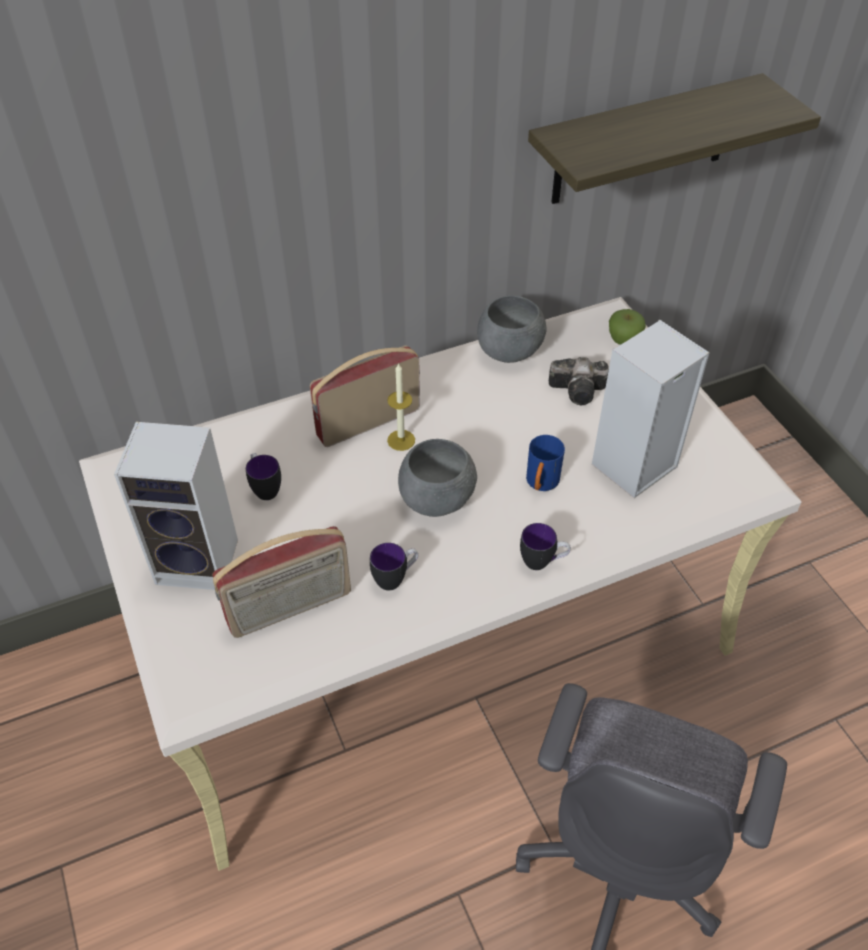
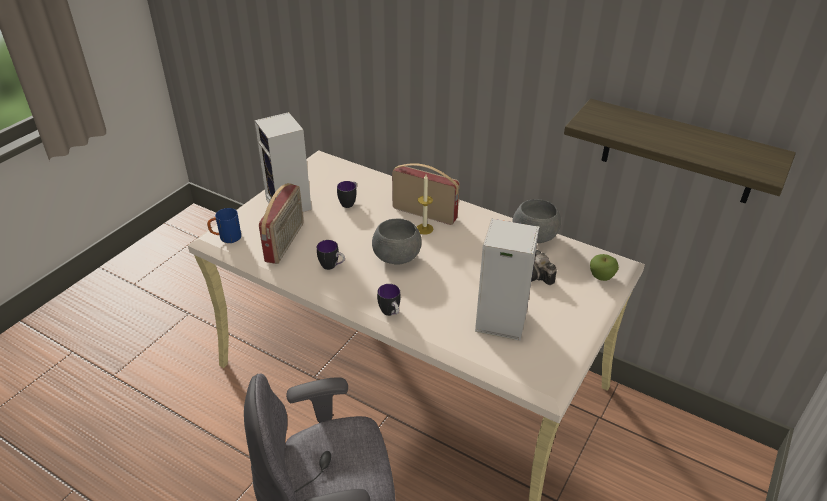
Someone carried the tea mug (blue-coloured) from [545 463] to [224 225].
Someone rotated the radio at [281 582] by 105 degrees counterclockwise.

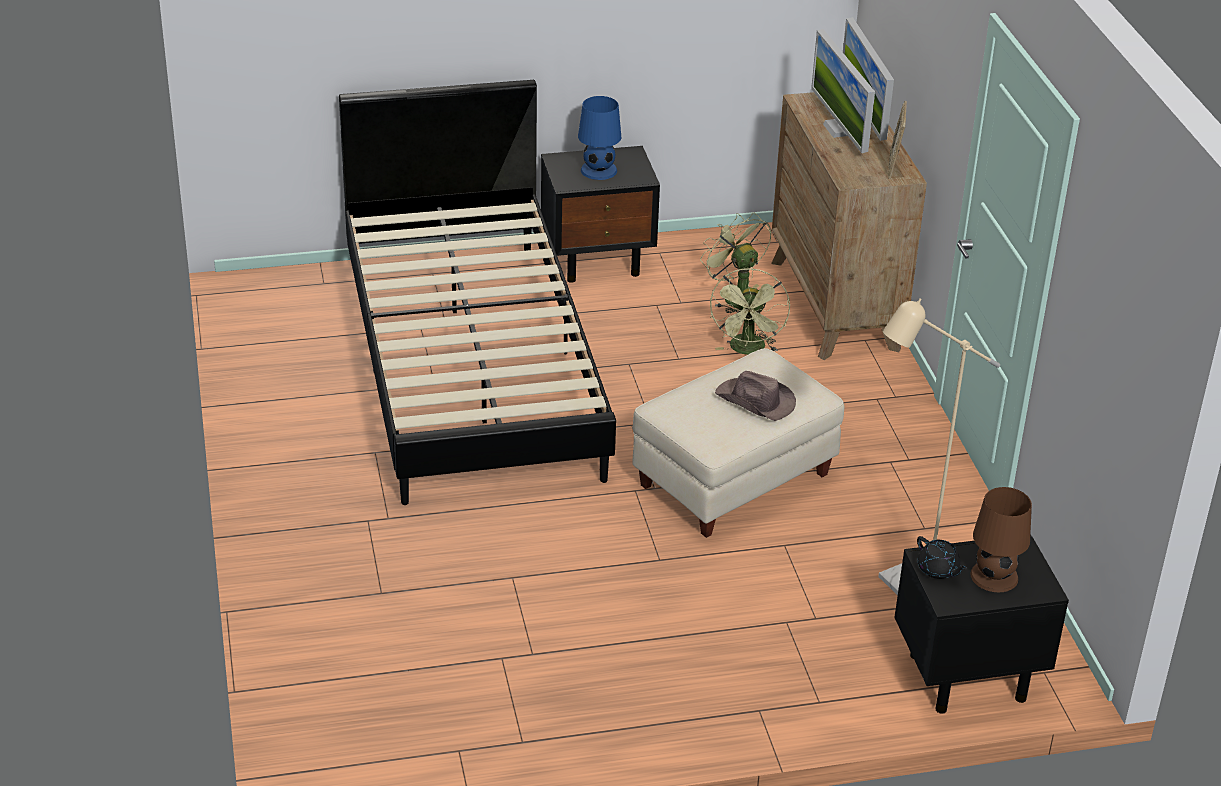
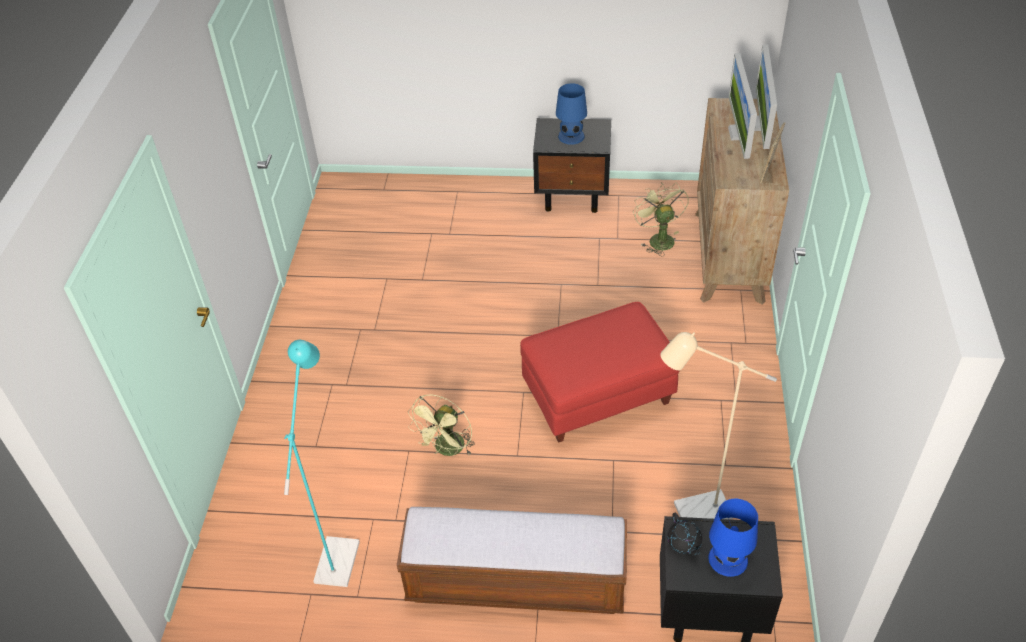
Someone took away the bed (blackish) at [477 292].
Someone took away the clothing hat (brown-coloured) at [755 396].
Someone put down the standing lamp (turquoise) at [322 463].
Someone put down the long seat at [512 560].
Someone carried the electric fan (greenish) from [750 311] to [441 425].
Someone repainted the pouffe (beige-coloured) at [738 443], which became the pouffe (reddish) at [600 372].
Someone repainted the tabletop lamp (brown-coloured) at [1001 539], which became the tabletop lamp (blue-coloured) at [733 538].

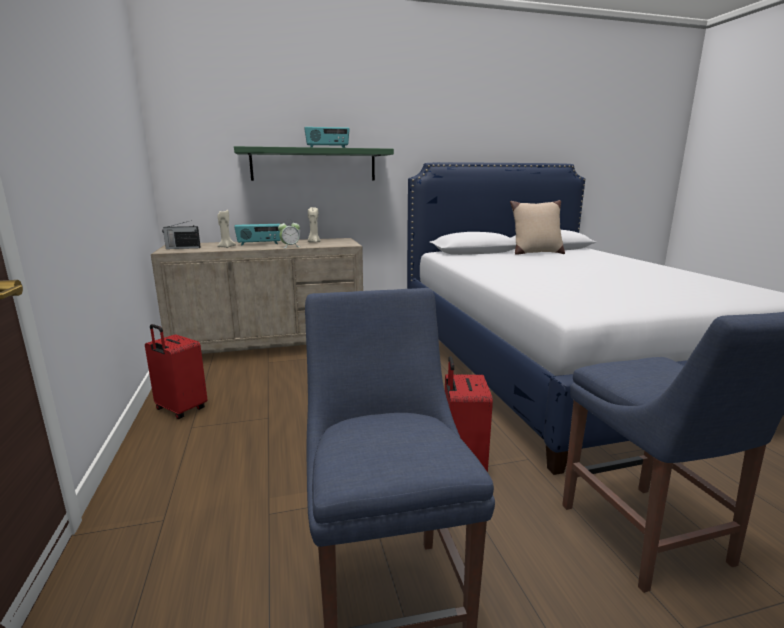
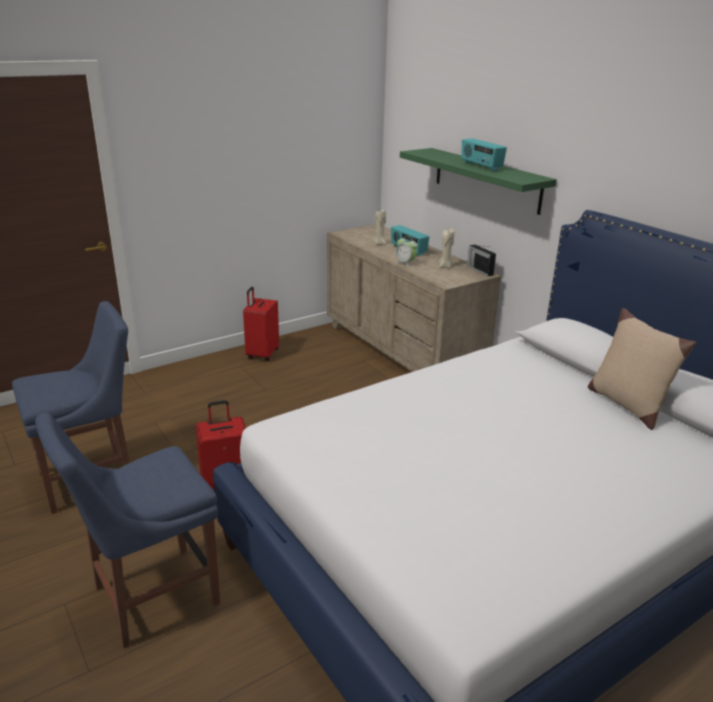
Someone carried the radio from [181 234] to [481 260].

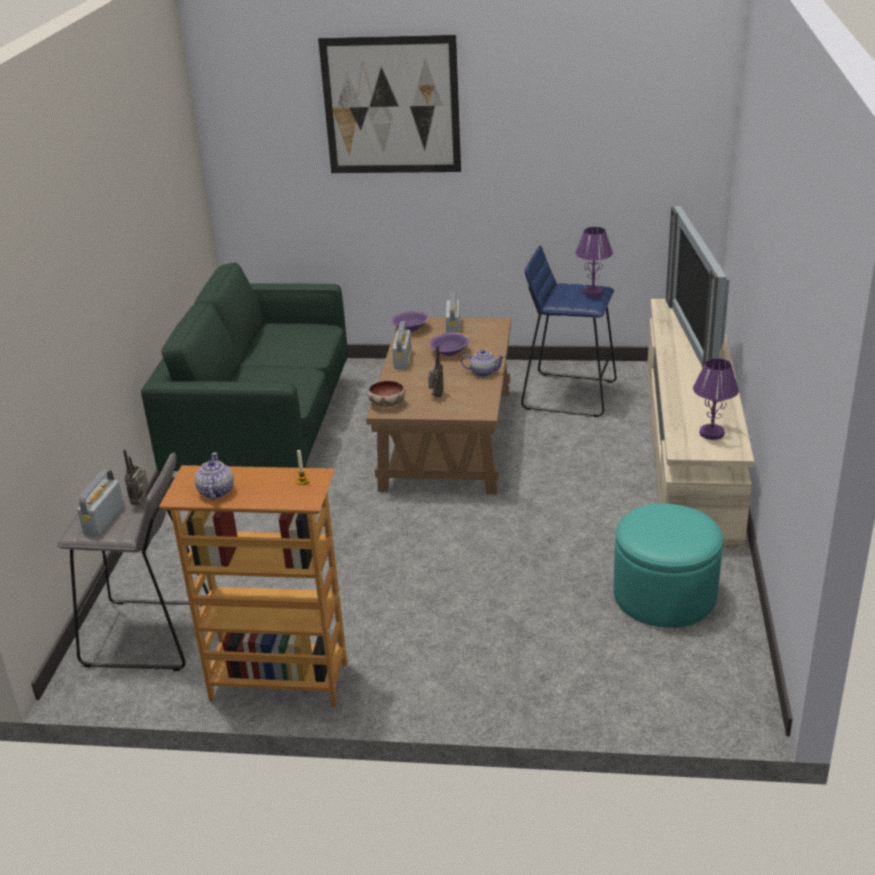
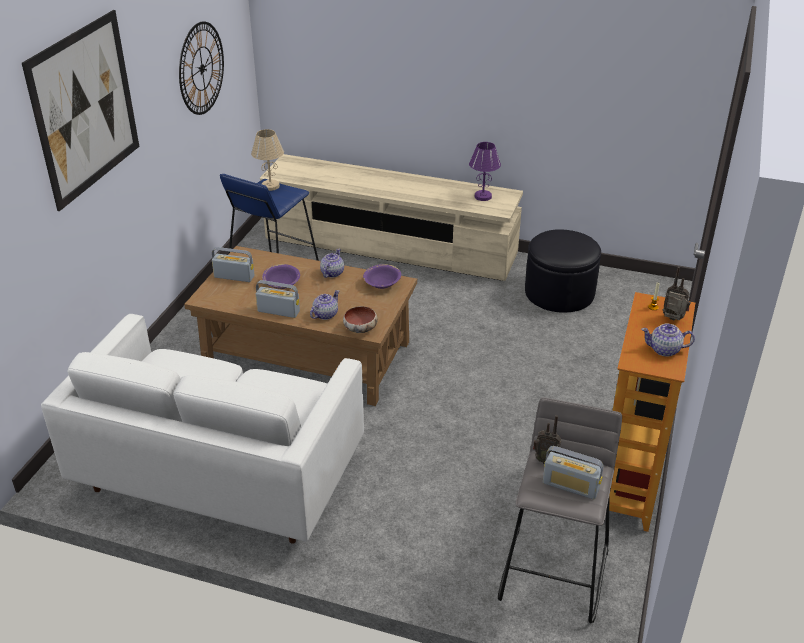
Someone took away the TV at [697 287].
Someone put up the clock on the wall at [201 68].
Someone put down the tea pot at [324 305].
Someone carried the deep dish (purplish) from [411 321] to [382 276].
Someone carried the radio from [436 371] to [677 294].
Someone repainted the couch (greenish) at [244 366], which became the couch (white) at [202 429].
Someone repainted the tabletop lamp (purplish) at [594 262], which became the tabletop lamp (beige-coloured) at [267 160].
Someone repainted the pouffe (turquoise) at [668 565], which became the pouffe (blackish) at [563 271].

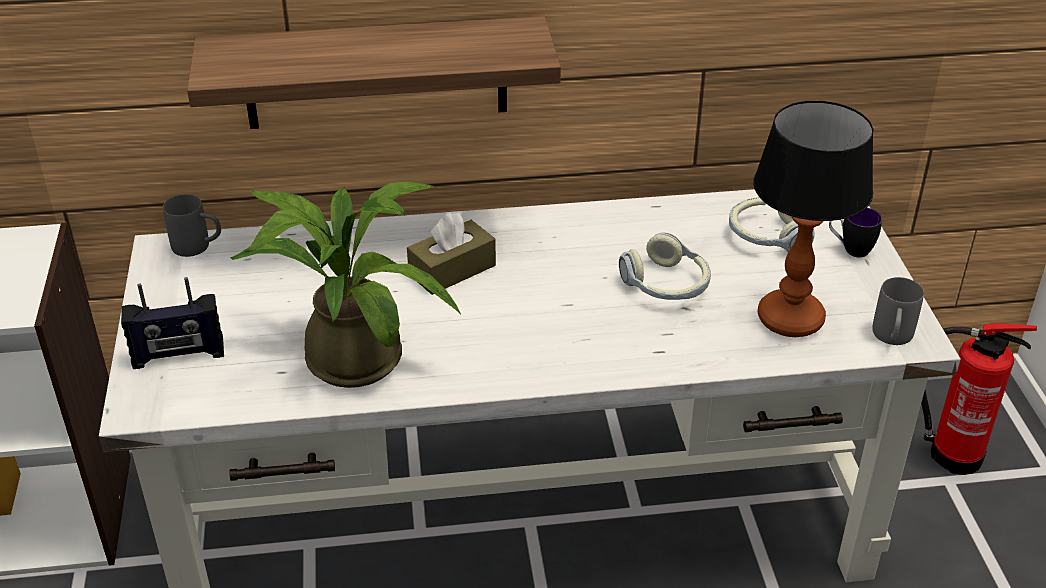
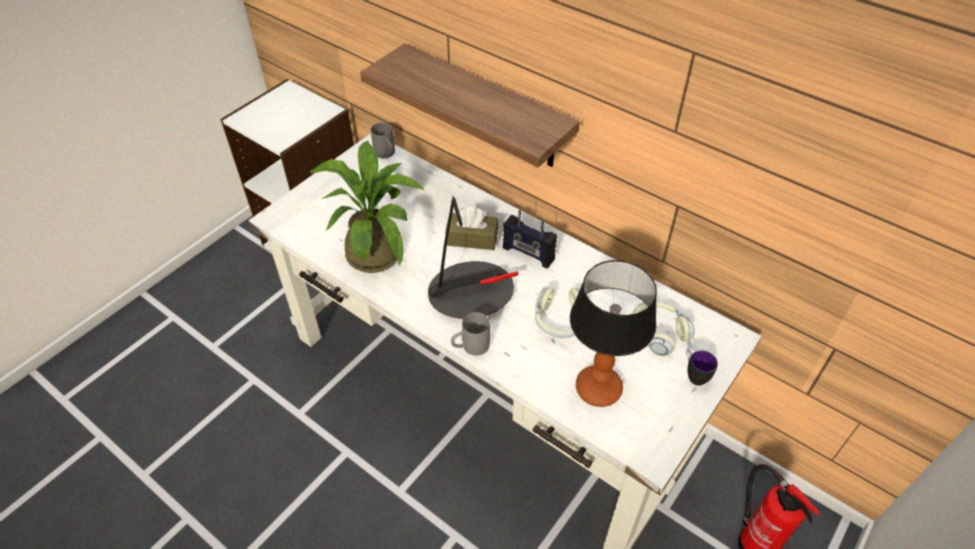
Someone put down the tabletop lamp at [473 257].
Someone carried the radio from [172 323] to [530 239].
Someone carried the tea mug (greyish) from [898 311] to [470 334].

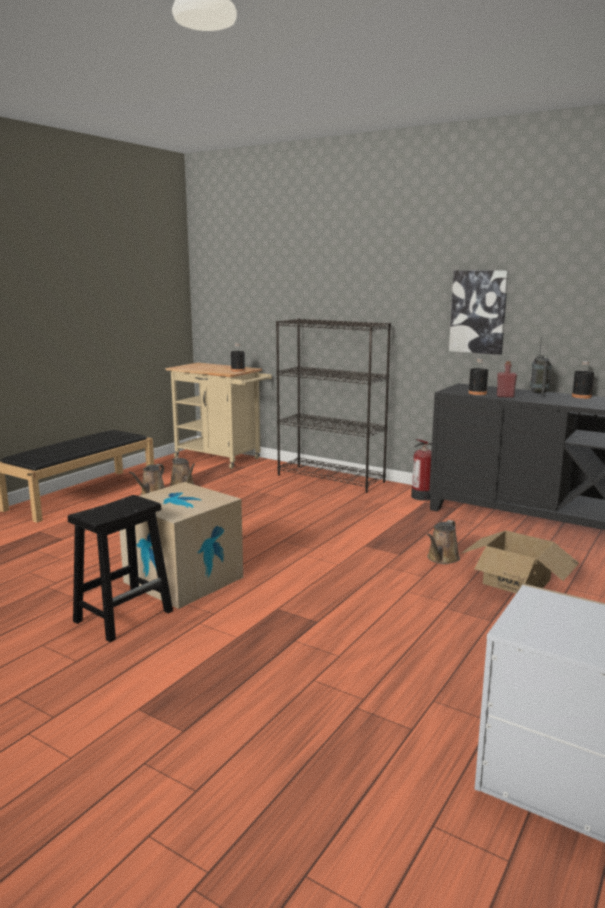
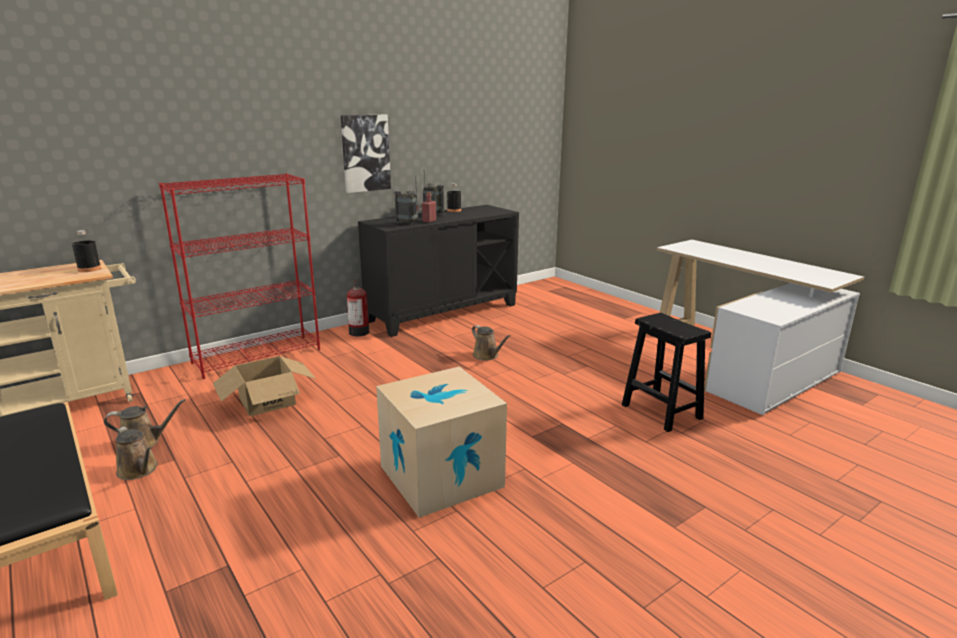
Someone carried the sitting stool (blackish) from [120 568] to [666 372].
Someone carried the cardboard box from [520 562] to [264 386].
Someone swapped the drink bottle (blackish) at [478 377] for the radio at [406 200].
Someone repainted the bookcase (blackish) at [333 406], which became the bookcase (reddish) at [239 276].

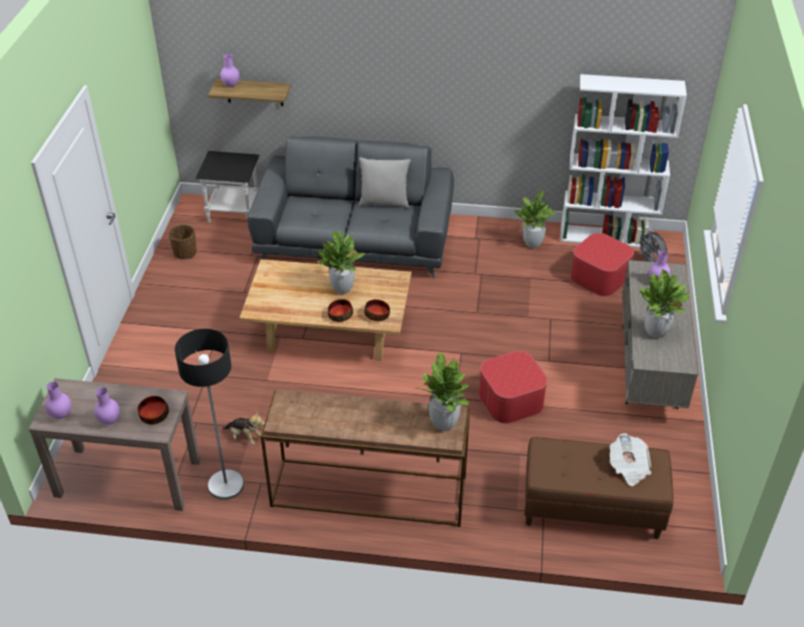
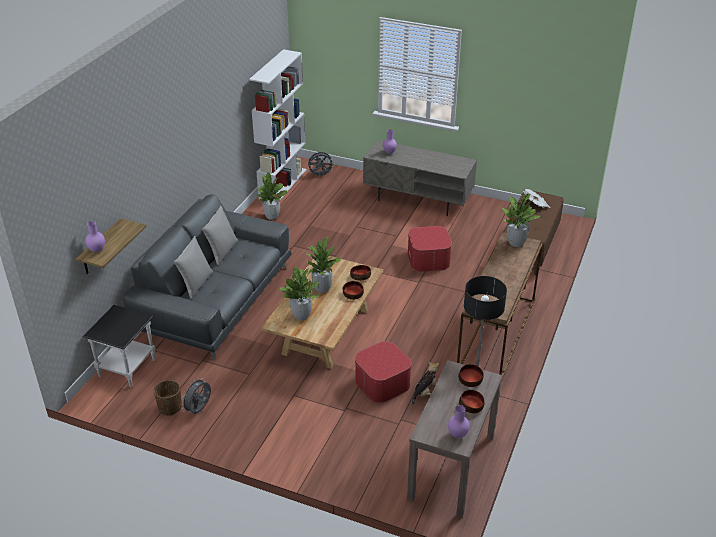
Someone put down the throw pillow (greyish) at [193 267].
Someone put down the electric fan (greyish) at [196 395].
Someone carried the pouffe from [602 264] to [383 372].
Someone carried the plant in a pot from [666 303] to [299 293].
Someone swapped the flower vase (purplish) at [107 406] for the deep dish at [471 401].

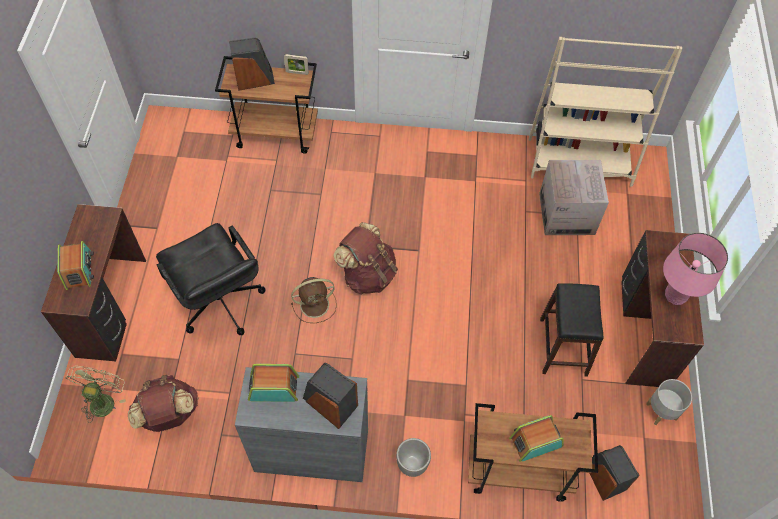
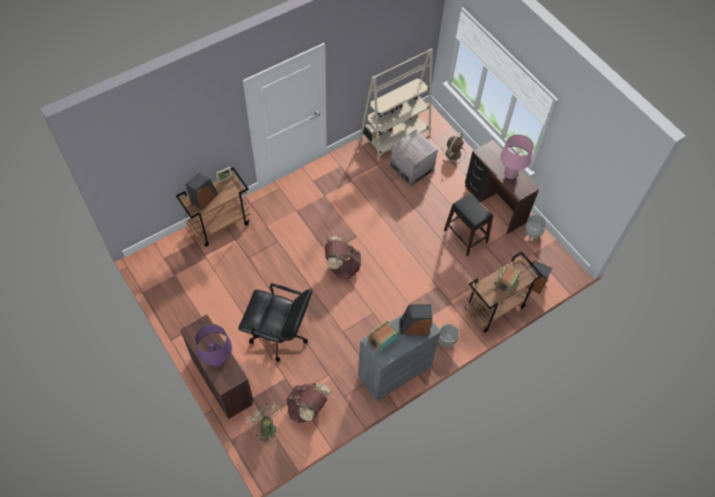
Someone carried the electric fan (brown-coloured) from [314 300] to [454 148].
Someone swapped the radio at [75 266] for the tabletop lamp (purplish) at [213 345].

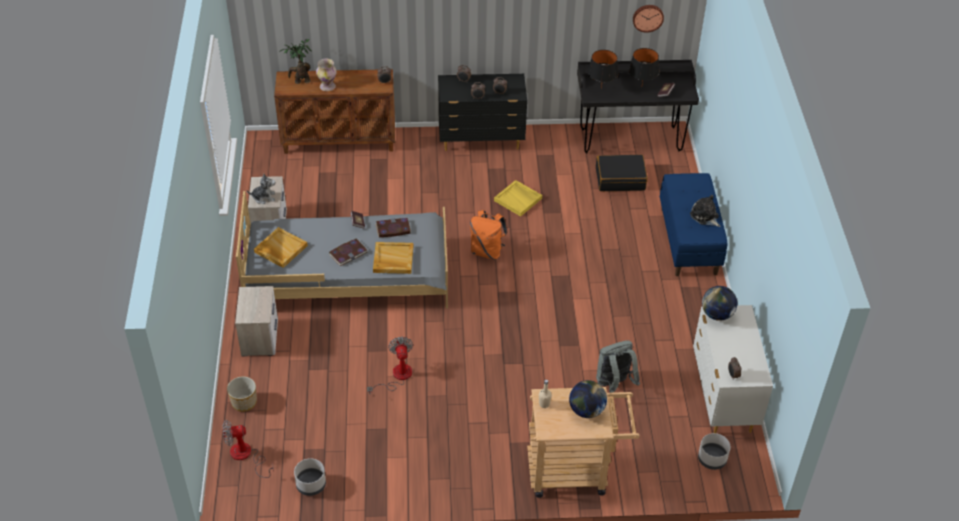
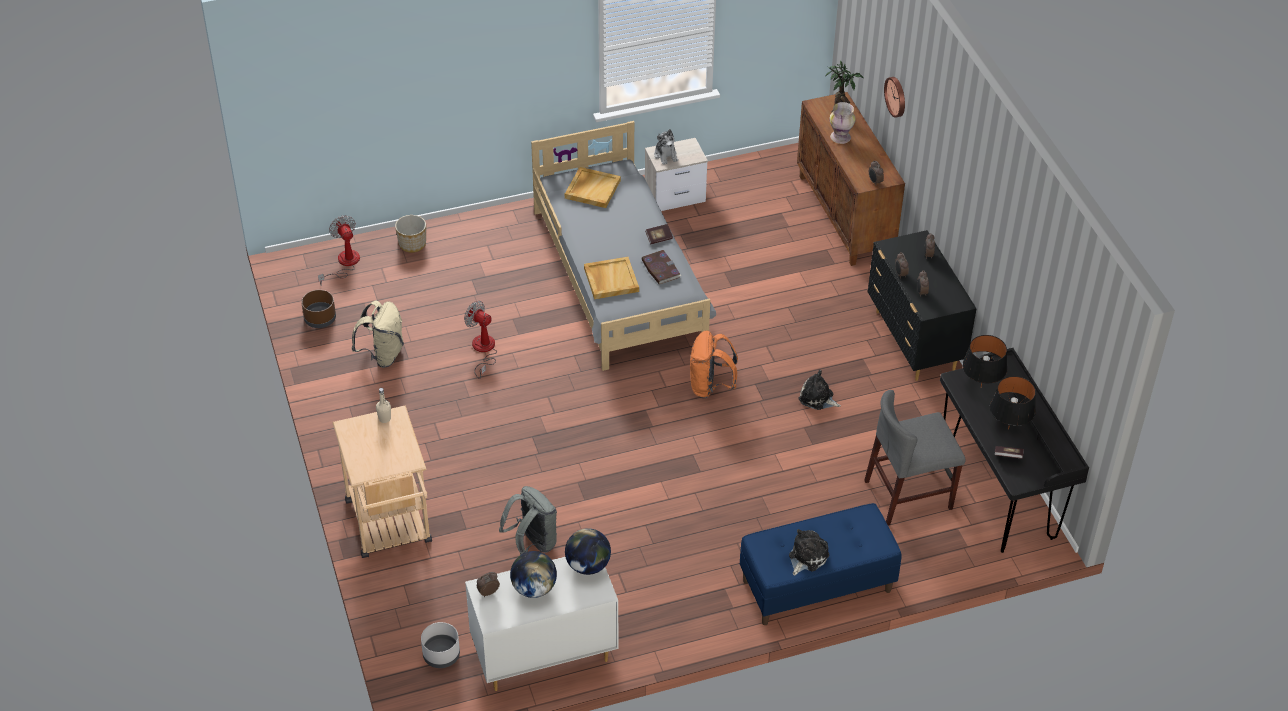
Someone took away the night table at [256 321].
Someone took away the book at [348 252].
Someone put down the rucksack (beige-coloured) at [377 334].
Someone carried the globe from [588 399] to [533 574].
Someone carried the clock on the wall from [648 19] to [894 97].
Someone swapped the serving tray (yellowish) at [518 198] for the soft toy at [819 390].
Someone swapped the suitcase (blackish) at [622 173] for the plain chair (greyish) at [915 457].
Someone repainted the planter (greyish) at [310 477], which became the planter (brown-coloured) at [318 309].
Someone rotated the electric fan at [390 365] by 120 degrees counterclockwise.

